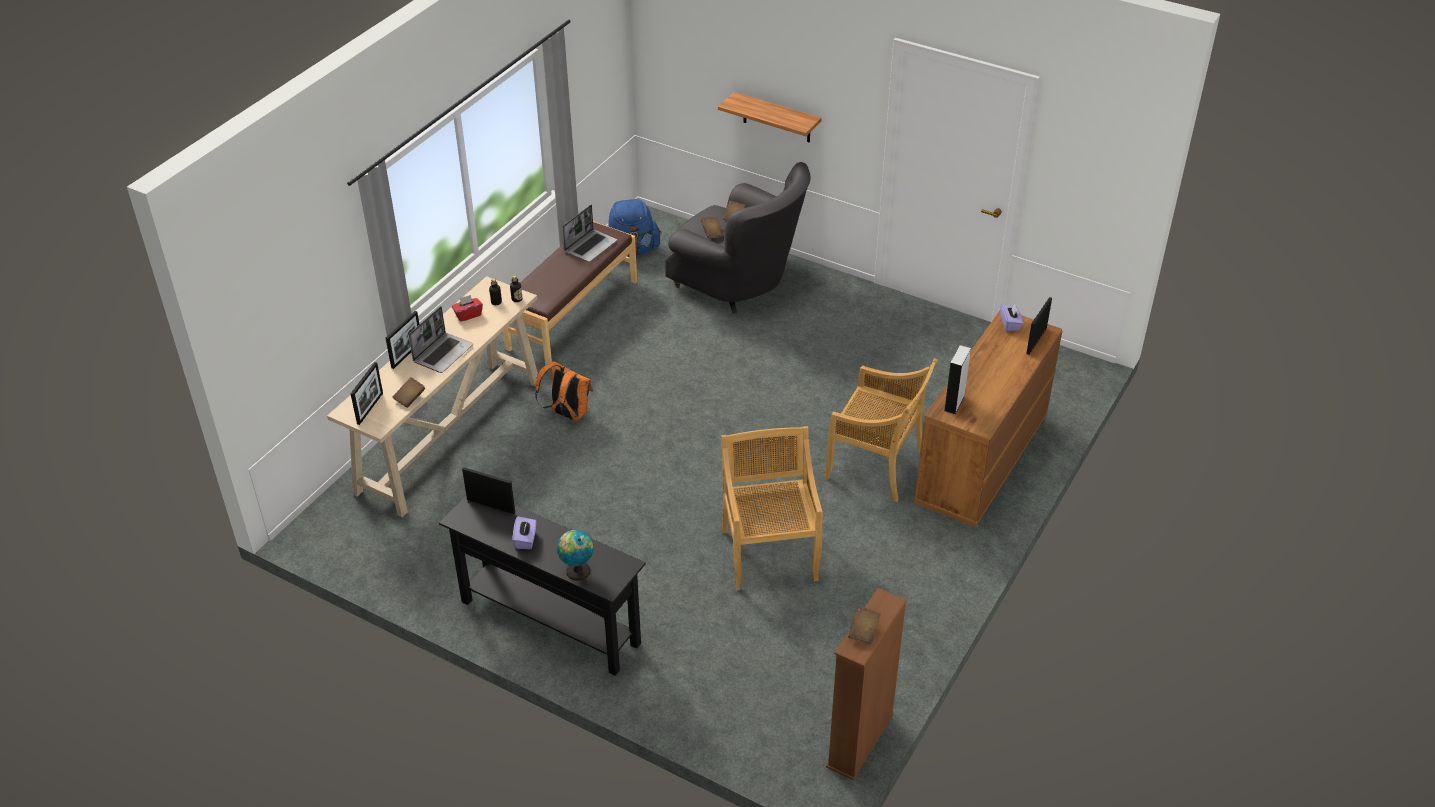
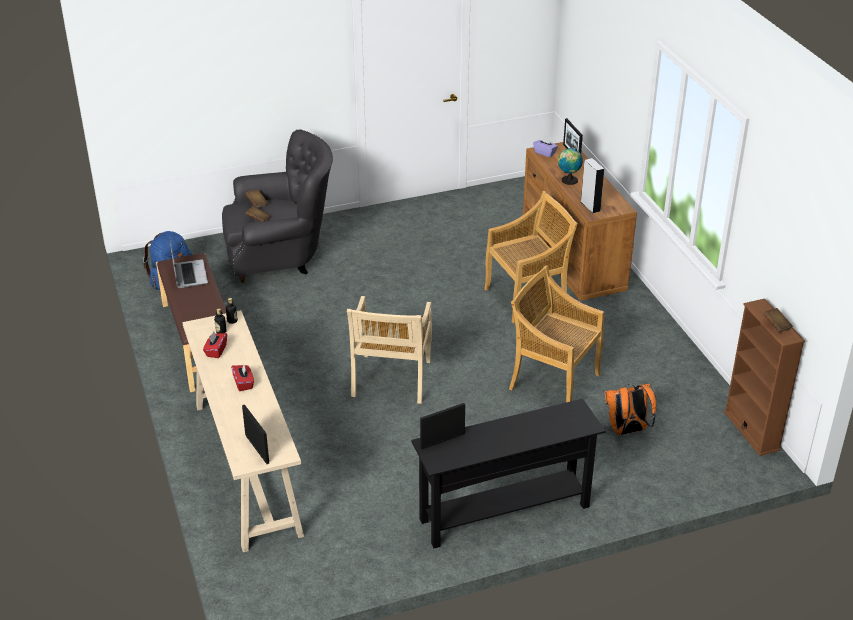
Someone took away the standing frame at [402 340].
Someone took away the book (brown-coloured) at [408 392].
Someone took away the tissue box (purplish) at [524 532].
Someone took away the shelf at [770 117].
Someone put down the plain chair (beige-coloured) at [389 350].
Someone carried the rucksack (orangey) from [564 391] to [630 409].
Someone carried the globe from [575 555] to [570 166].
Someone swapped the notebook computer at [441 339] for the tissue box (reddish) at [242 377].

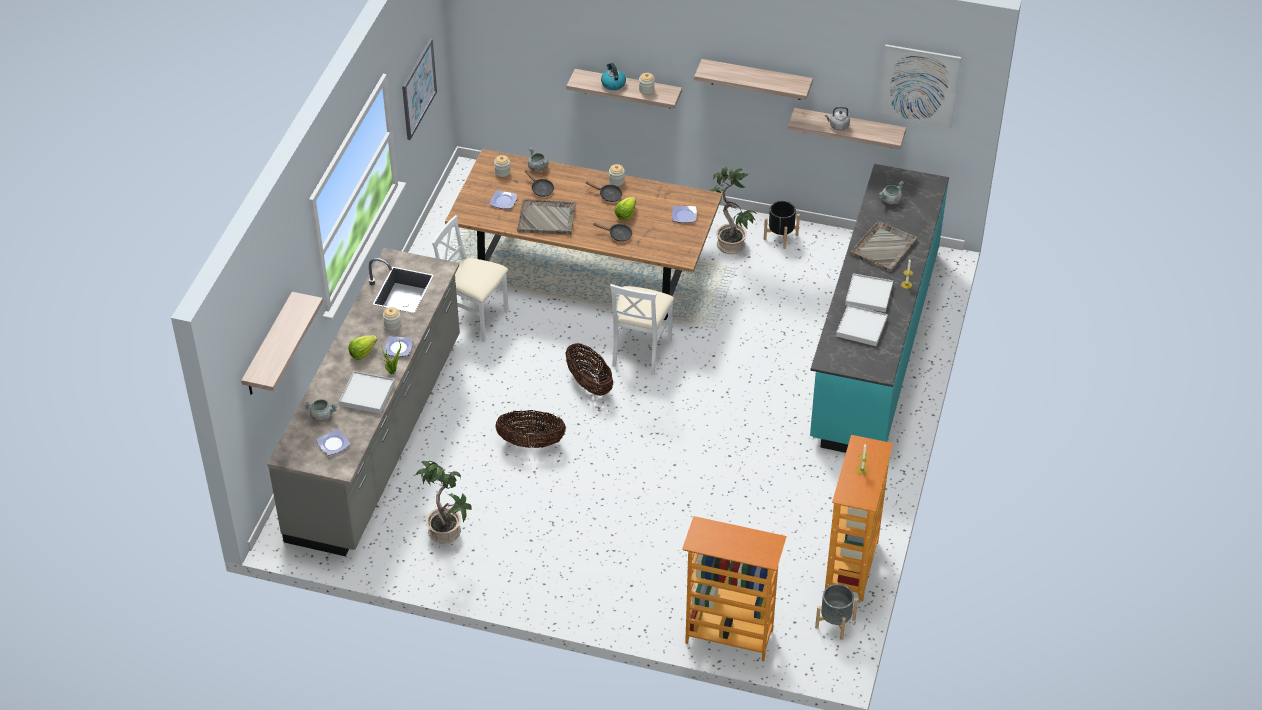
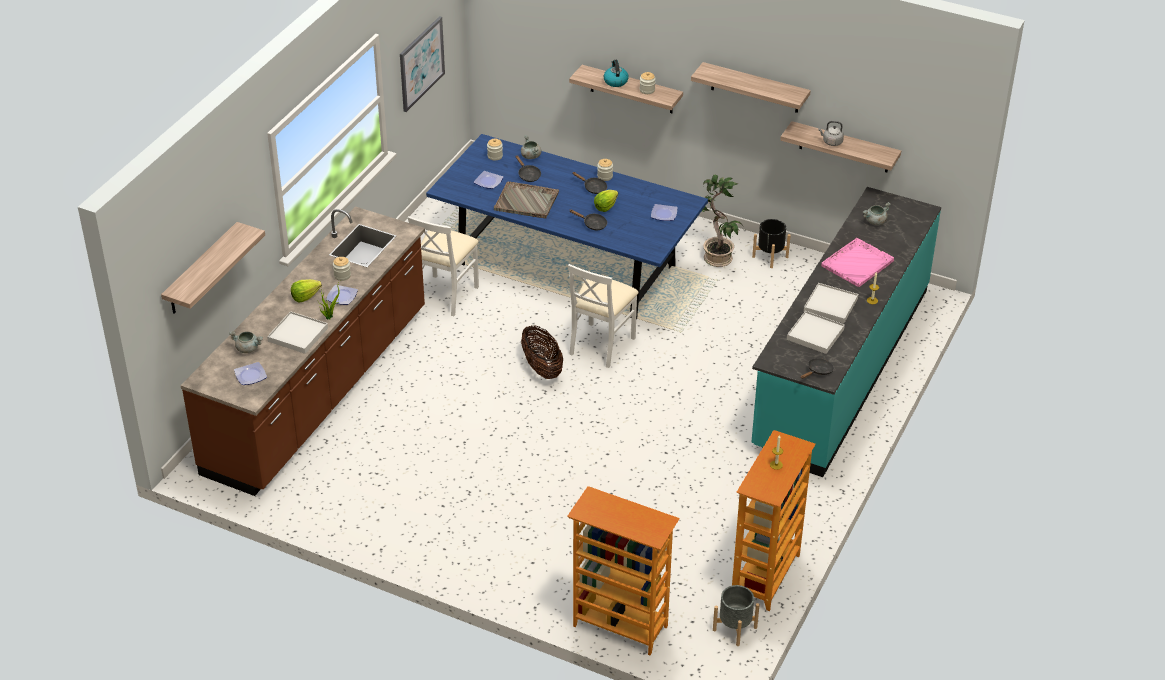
Someone took away the plant in a pot at [443 502].
Someone took away the household basket at [531 429].
Someone took away the wall art at [919 86].
Someone put down the pan (blackish) at [817 368].
Someone repainted the kitchen counter (greyish) at [363 402], which became the kitchen counter (brown-coloured) at [303 351].
Someone repainted the kitchen table (brown-coloured) at [583 234], which became the kitchen table (blue-coloured) at [567 227].
Someone repainted the serving tray (greyish) at [884 246], which became the serving tray (pink-coloured) at [857 262].
Someone rotated the plain chair (white) at [470 278] by 105 degrees counterclockwise.

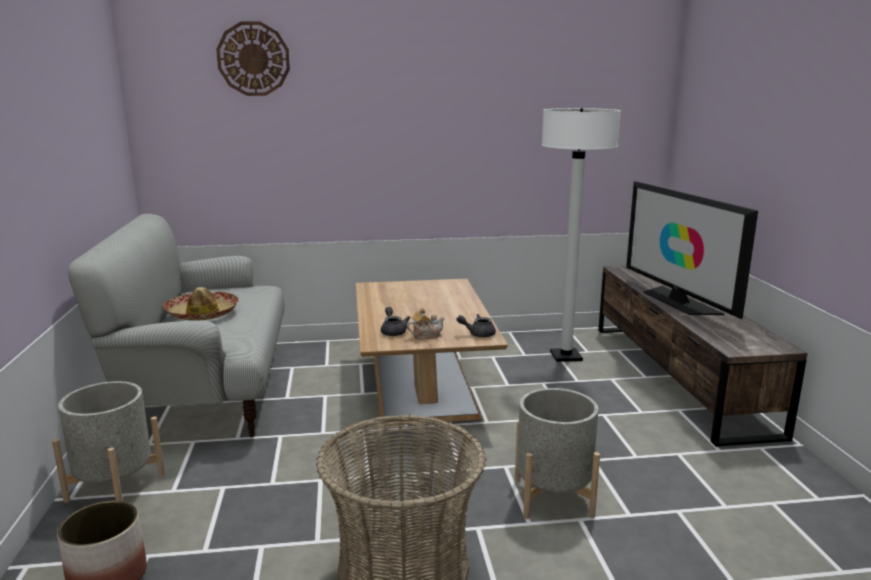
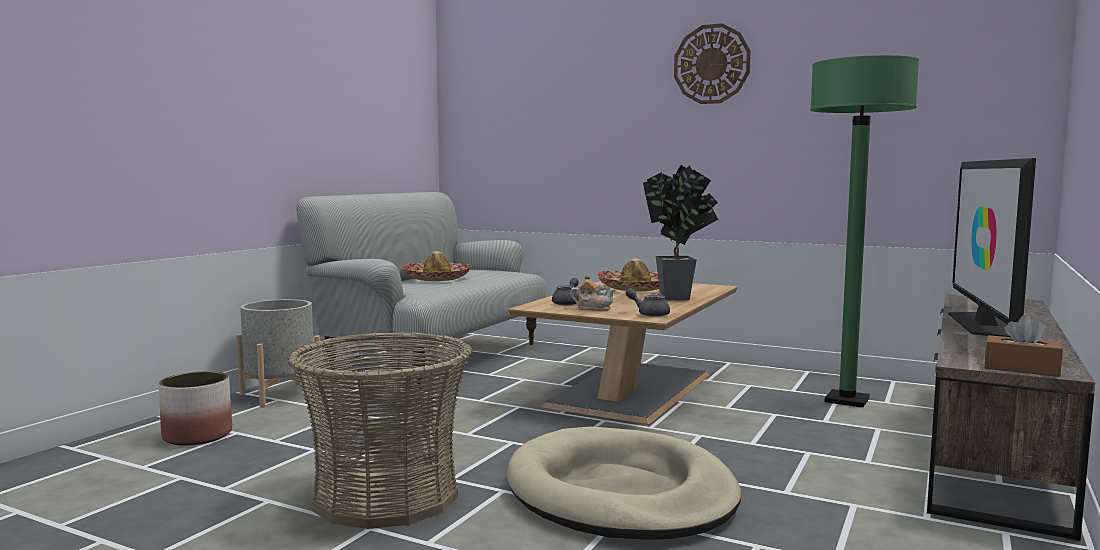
Someone put down the clothing hat at [628 275].
Someone put down the plant in a pot at [680 232].
Someone put down the tissue box (brown-coloured) at [1024 346].
Someone carried the clock on the wall from [253 58] to [712 63].
Someone swapped the planter (greyish) at [557 453] for the pet bed (beige-coloured) at [624 483].
Someone repainted the standing lamp (white) at [581 235], which became the standing lamp (greenish) at [864 231].

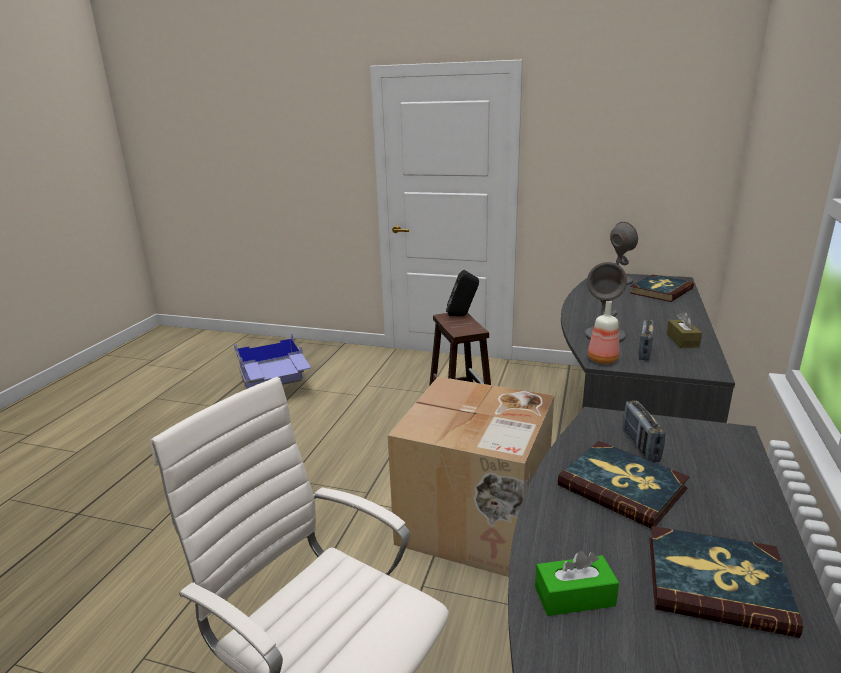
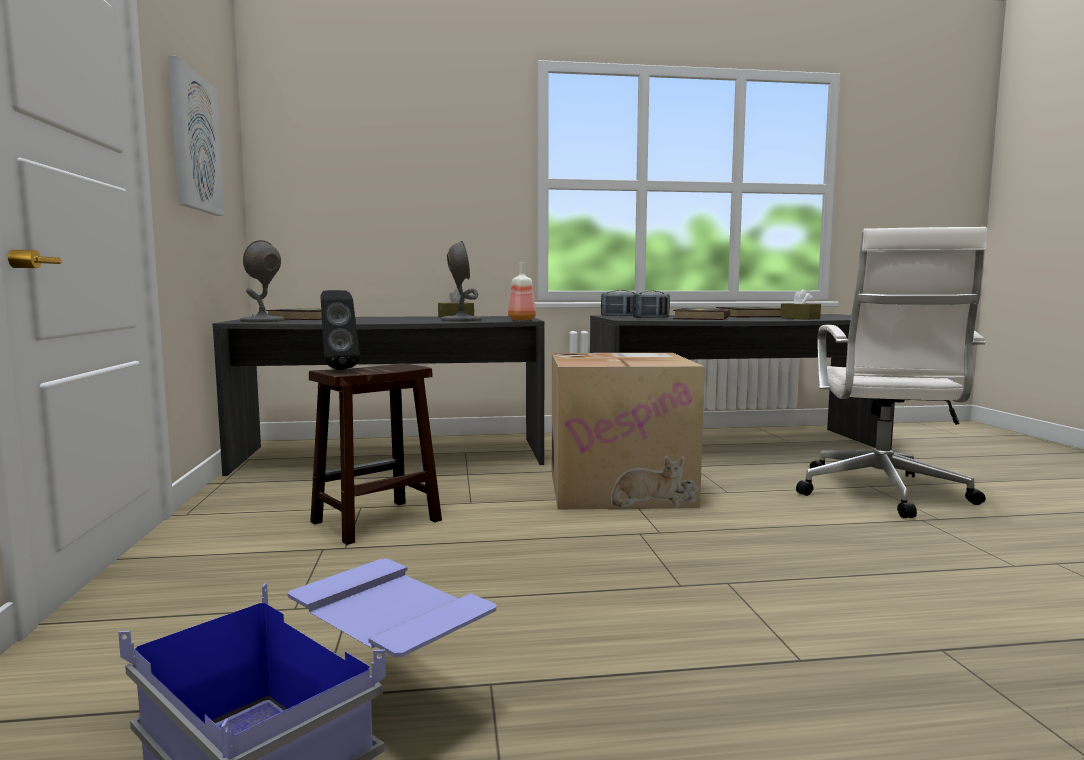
Someone put up the wall art at [196 136].
Someone carried the radio from [646 340] to [618 303].
Someone repainted the tissue box (greenish) at [577 583], which became the tissue box (brown-coloured) at [800 304].

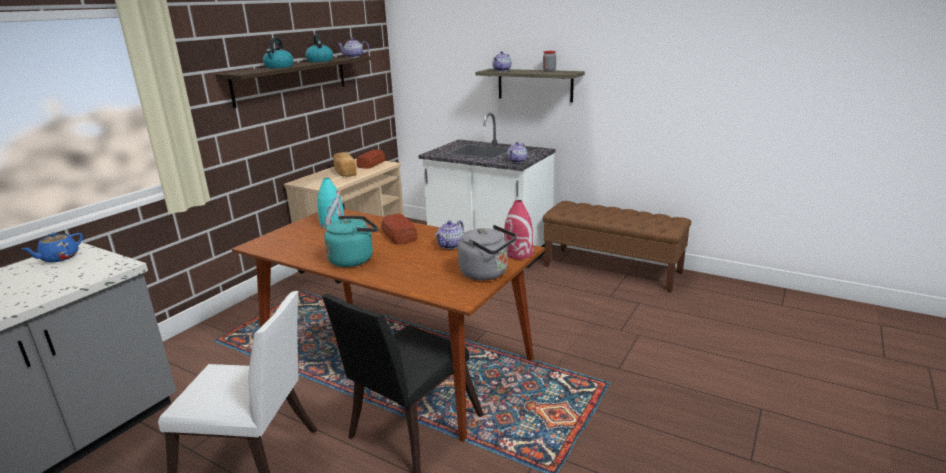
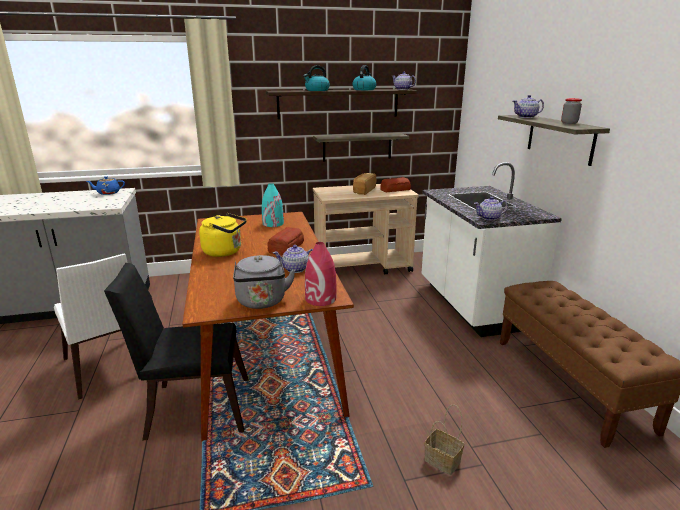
Someone put up the shelf at [361 147].
Someone put down the household basket at [444 439].
Someone repainted the tea kettle (turquoise) at [351 241], which became the tea kettle (yellowish) at [223 235].

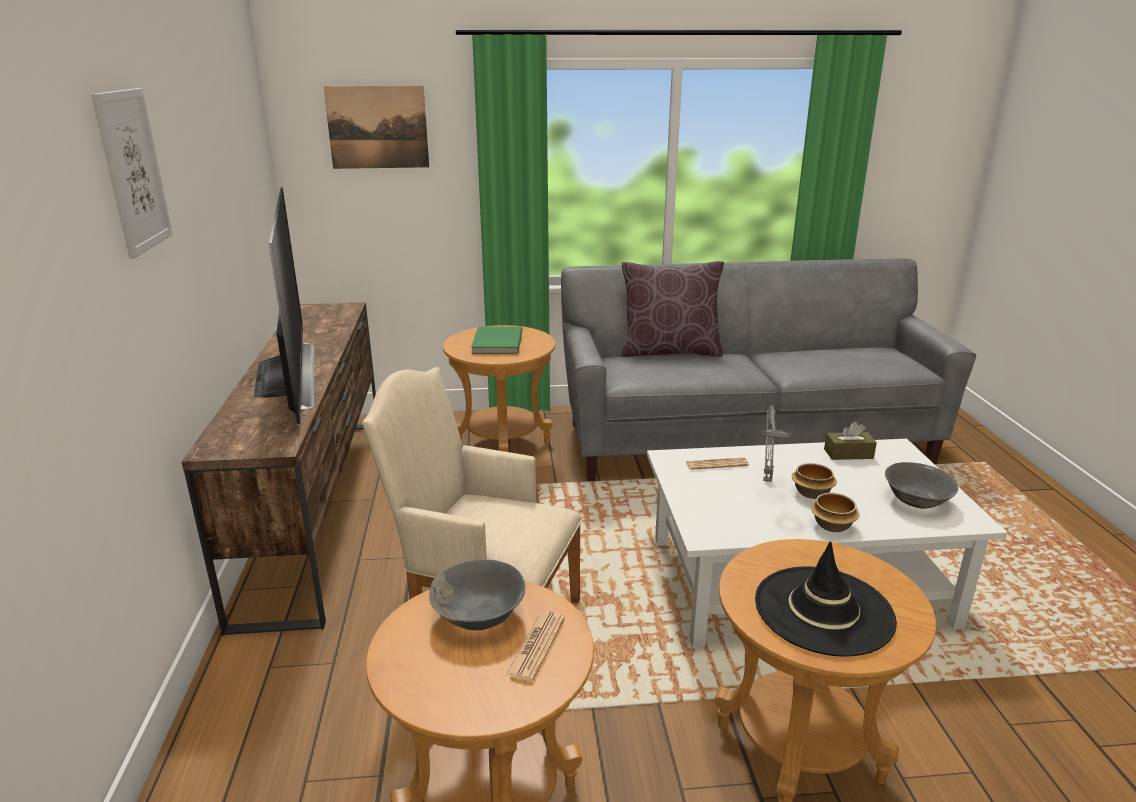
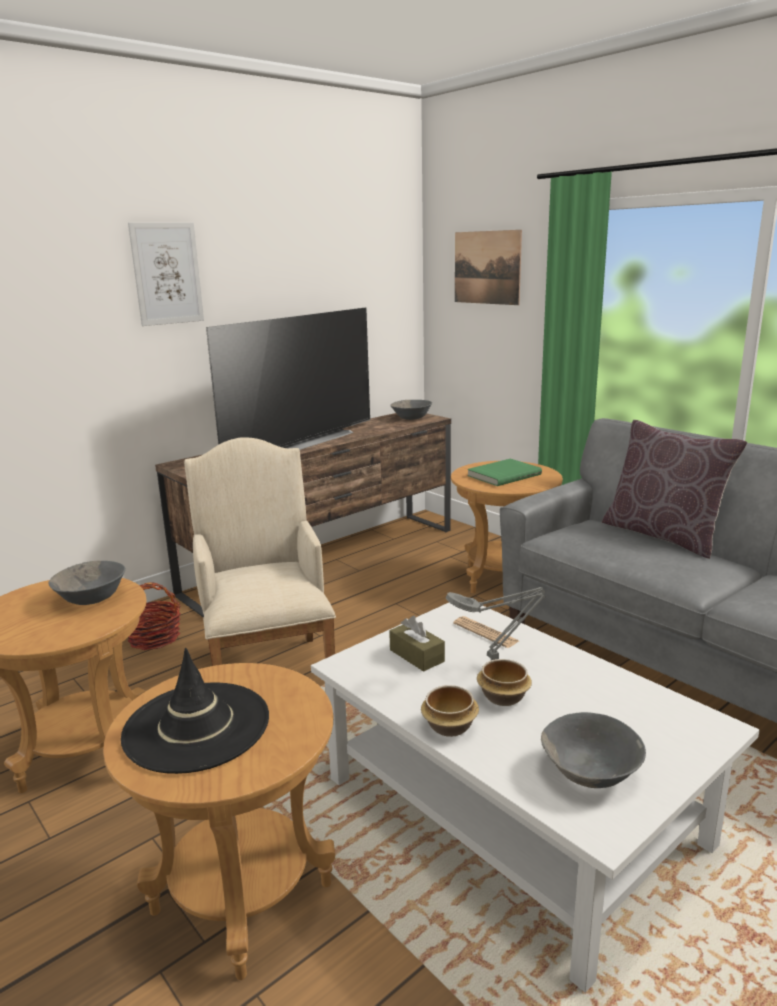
Someone took away the daily paper at [535 646].
Someone put down the household basket at [154 616].
Someone put down the deep dish (greyish) at [411 410].
Someone carried the tissue box (brown-coloured) from [850 441] to [417 644].

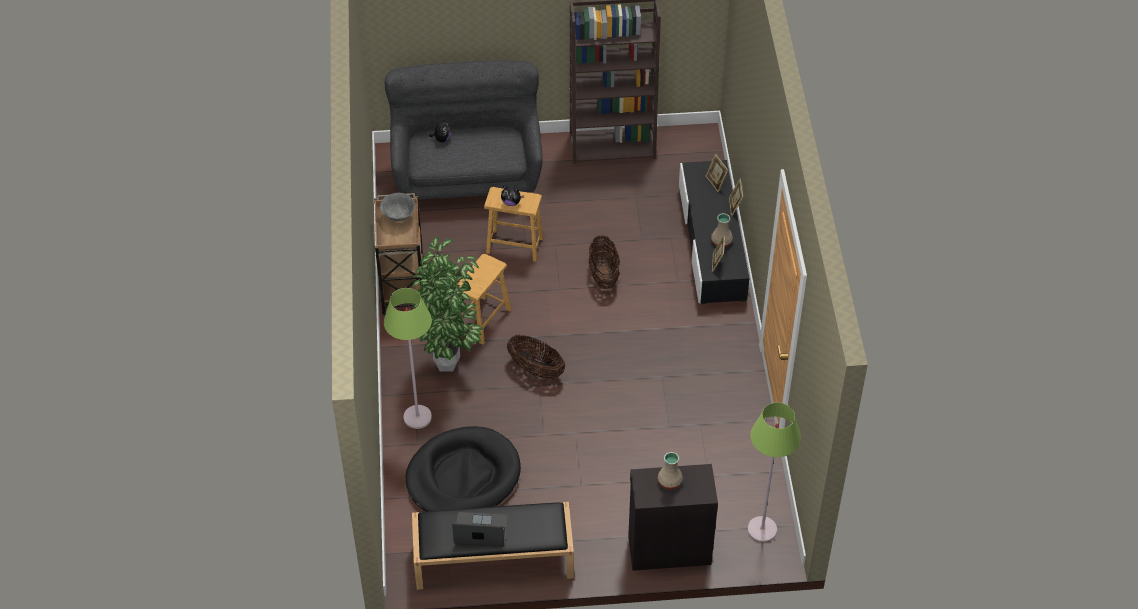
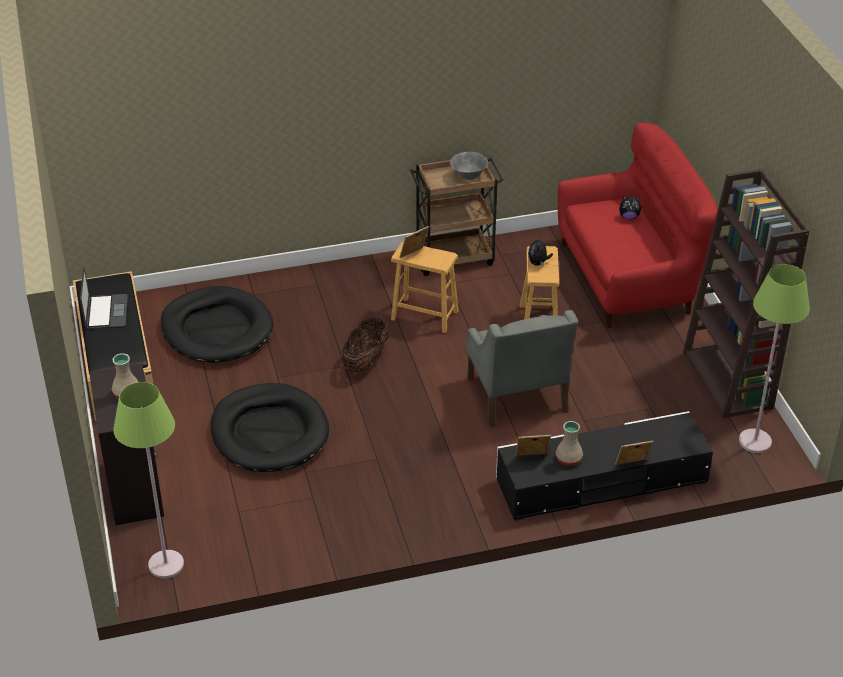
Someone took away the plant in a pot at [447 304].
Someone put down the pet bed (blackish) at [270 427].
Someone carried the standing lamp (greenish) from [408 358] to [774 358].
Someone carried the standing frame from [717 173] to [414 242].
Someone swapped the household basket at [604 262] for the easy chair (greyish) at [522 369].
Someone repainted the couch (greyish) at [464 130], which became the couch (reddish) at [638 225].

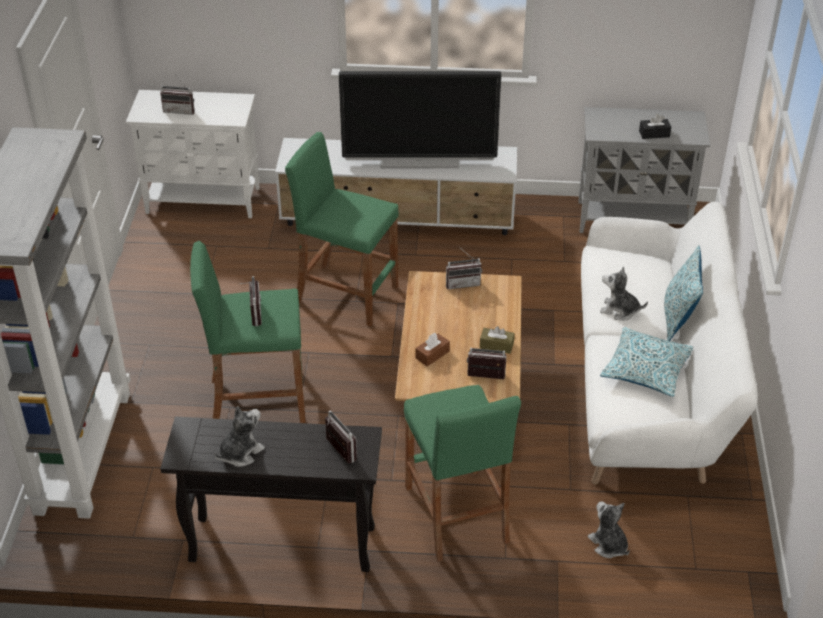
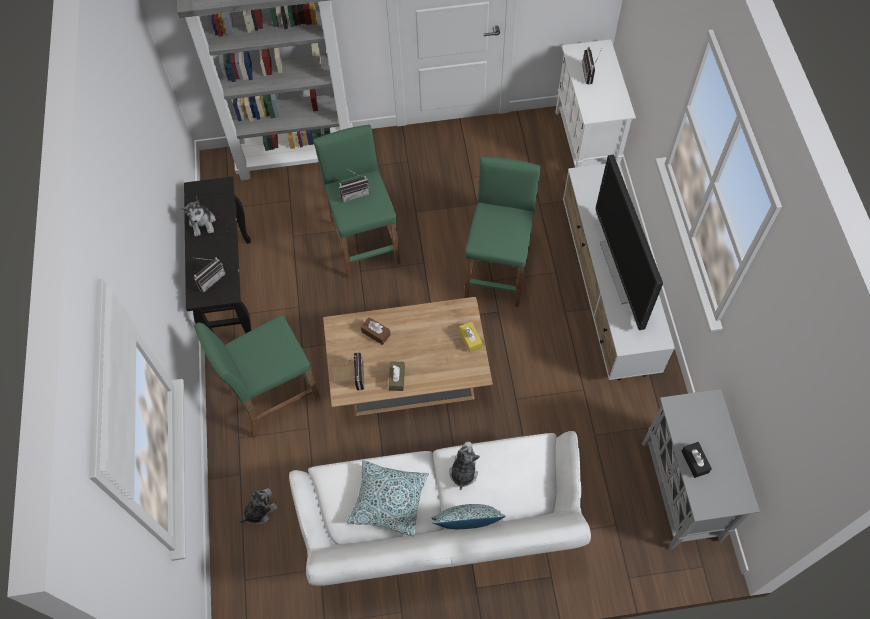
Someone swapped the radio at [464 267] for the tissue box (yellowish) at [470 337].
Someone rotated the soft toy at [240 436] by 45 degrees clockwise.

